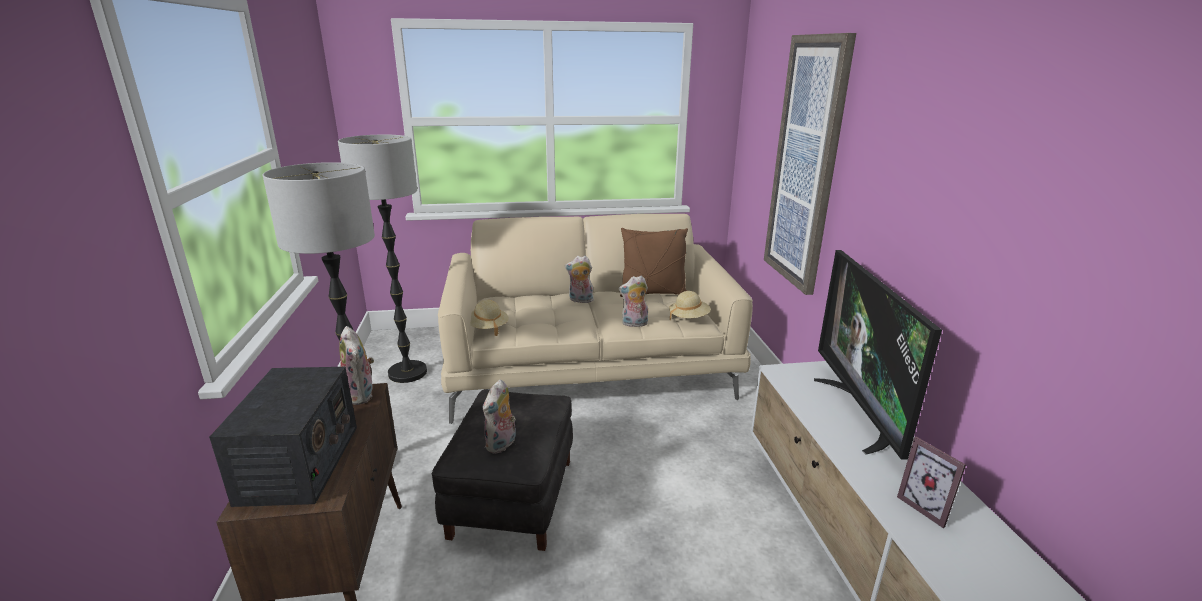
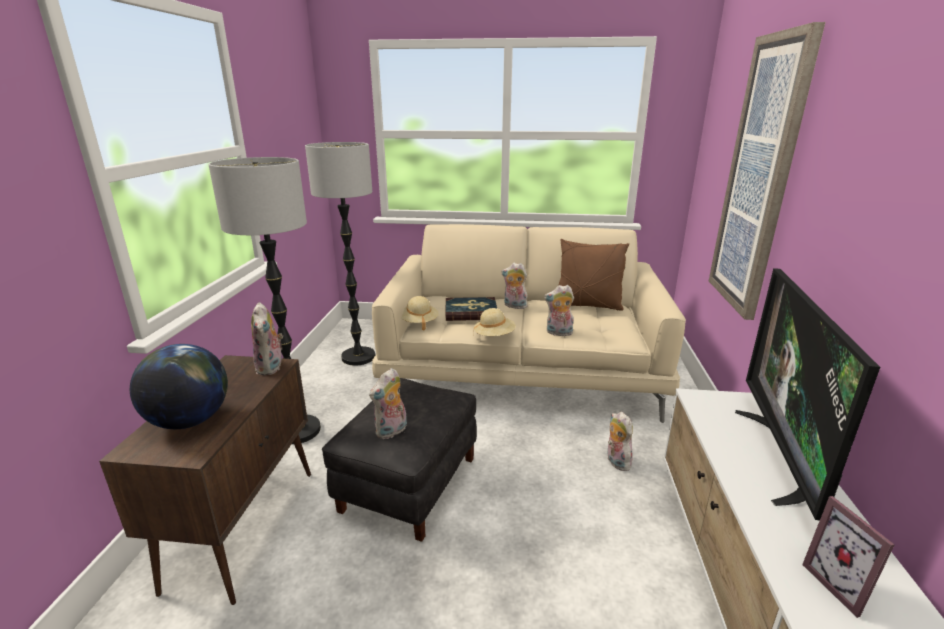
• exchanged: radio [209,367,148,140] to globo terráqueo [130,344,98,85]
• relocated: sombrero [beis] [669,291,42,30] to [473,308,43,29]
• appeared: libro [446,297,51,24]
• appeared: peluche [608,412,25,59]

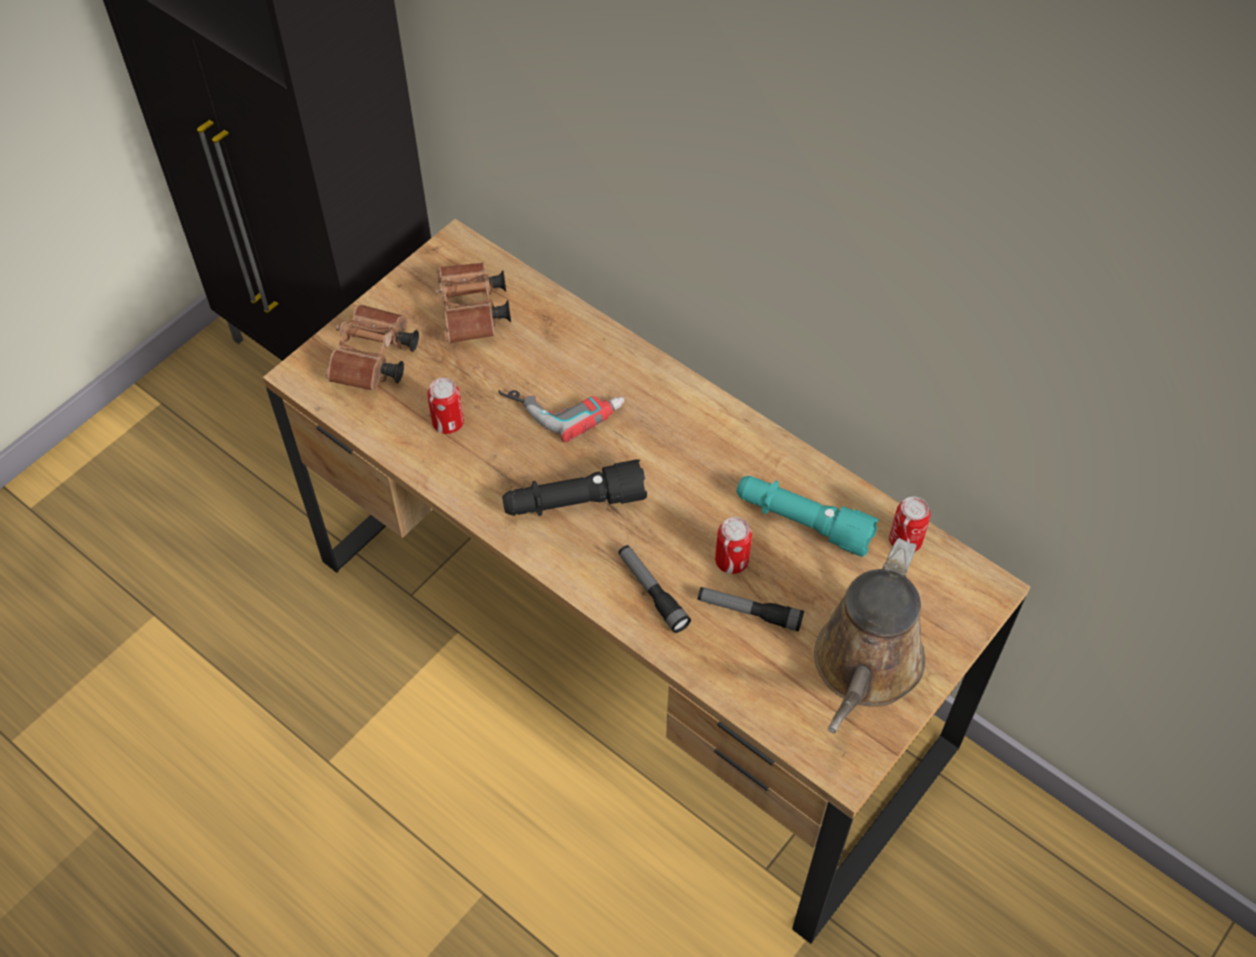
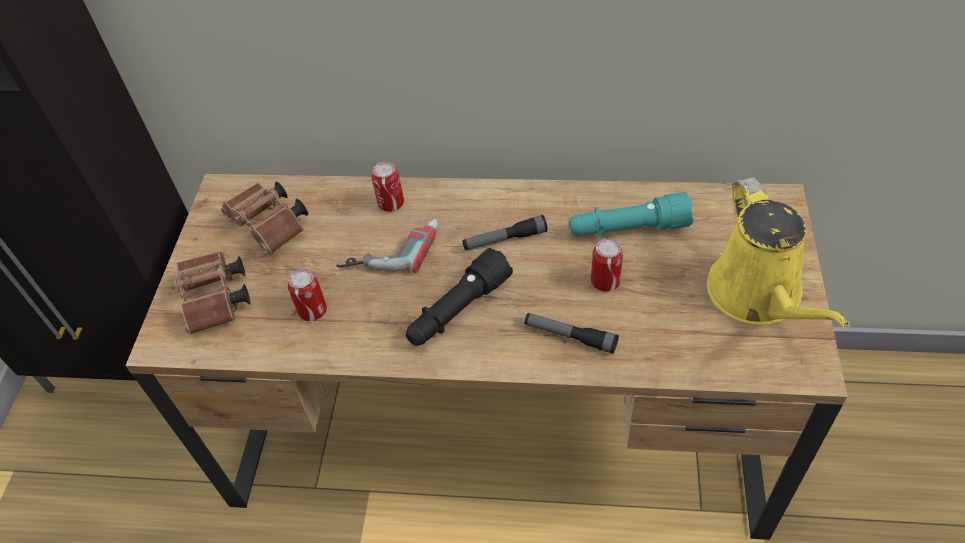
• relocated: linterna [698,587,106,45] to [462,215,86,35]
• colour: regadera [marrón] [814,538,111,195] to regadera [amarillo] [707,177,143,151]
• relocated: lata [889,496,42,56] to [372,162,32,50]

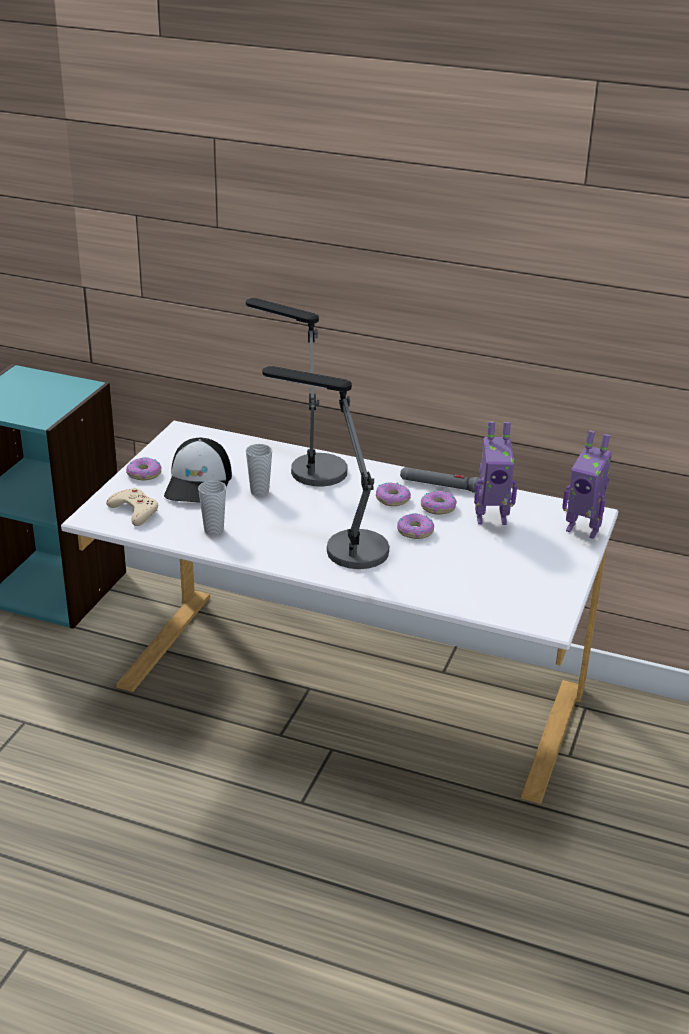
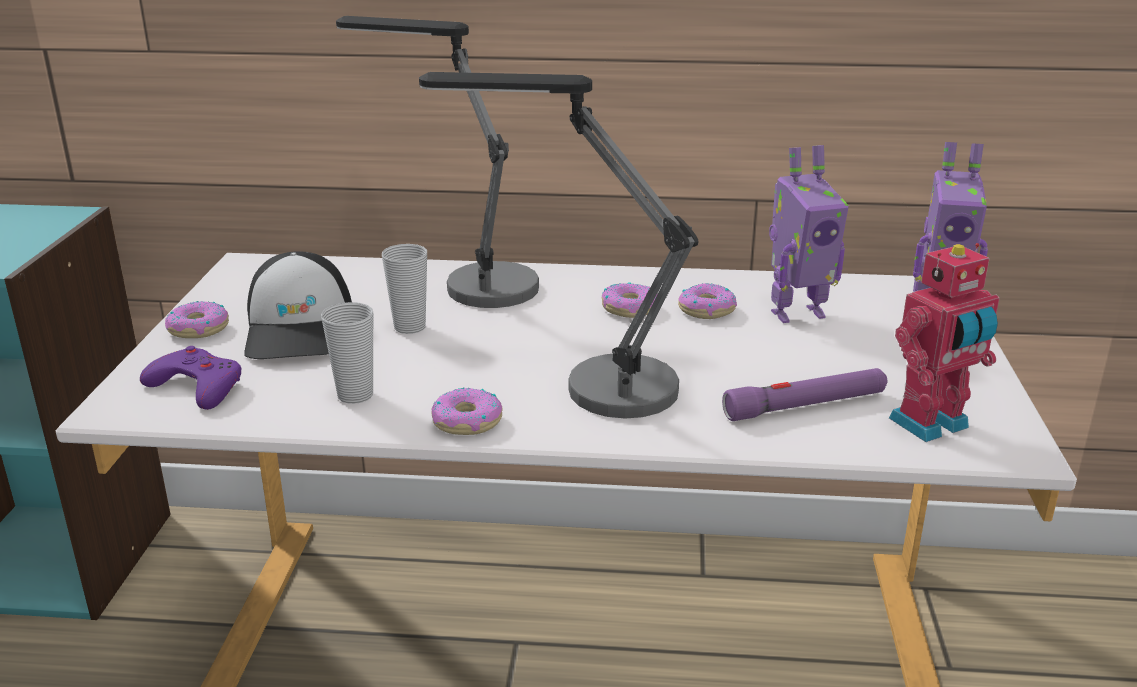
• colour: mando de consola [beis] [106,488,52,38] to mando de consola [morado] [140,346,102,64]
• relocated: rosquilla [397,513,37,26] to [431,388,72,47]
• missing: linterna [gris] [400,467,80,26]
• appeared: linterna [morado] [722,368,165,53]
• appeared: robot de juguete [889,243,110,199]

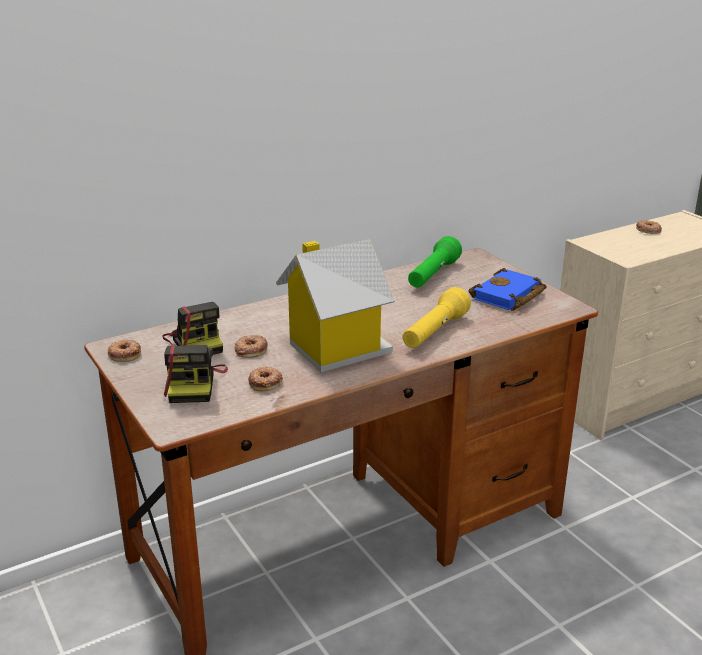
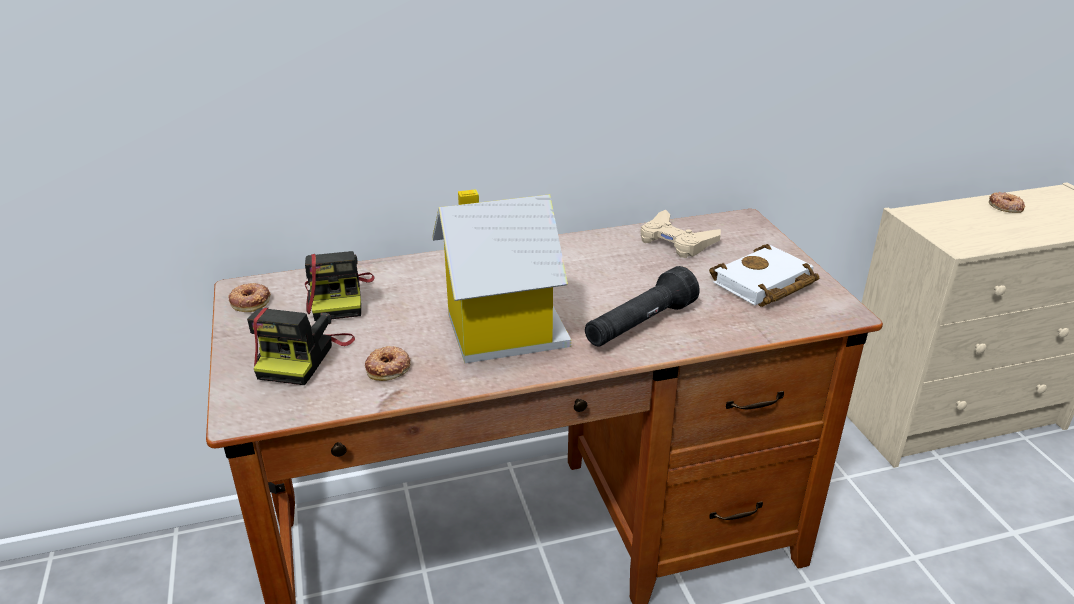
• missing: rosquilla [235,335,32,23]
• colour: linterna [amarillo] [402,287,69,61] to linterna [negro] [585,266,115,81]
• exchanged: linterna [verde] [408,236,54,52] to mando de consola [beis] [640,210,81,48]
• colour: libro [azul] [468,268,79,43] to libro [blanco] [709,244,110,63]

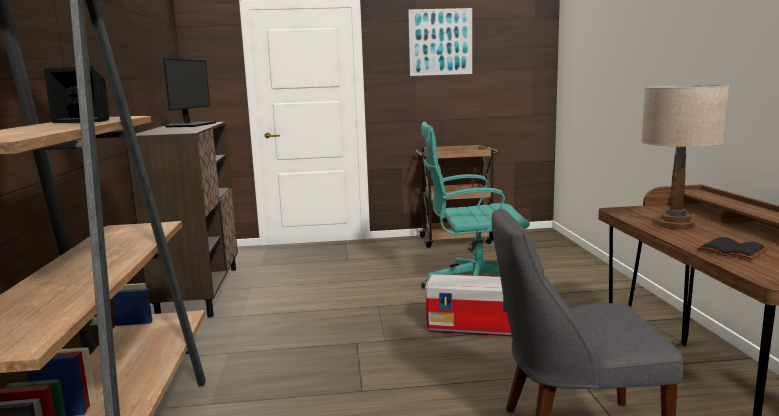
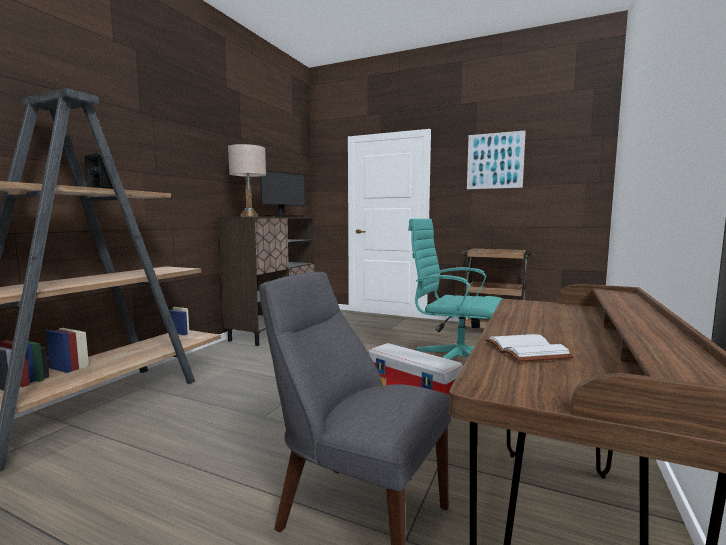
• relocated: lámpara de mesa [beis] [641,85,88,144] to [228,144,38,72]
• colour: libro [negro] [697,237,71,23] to libro [blanco] [485,334,89,28]

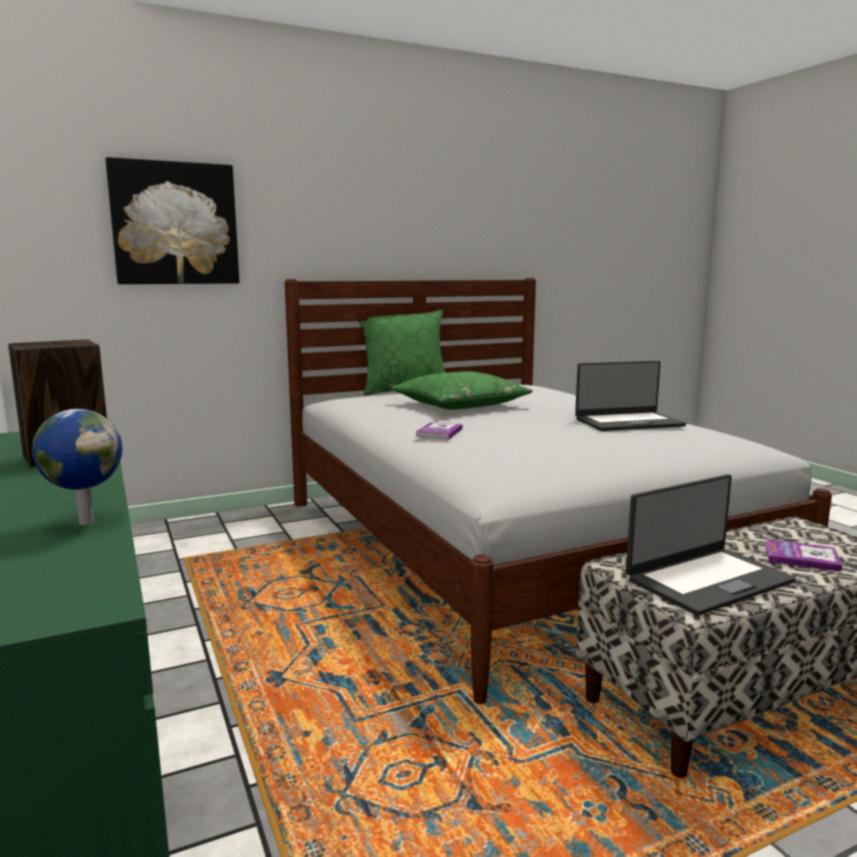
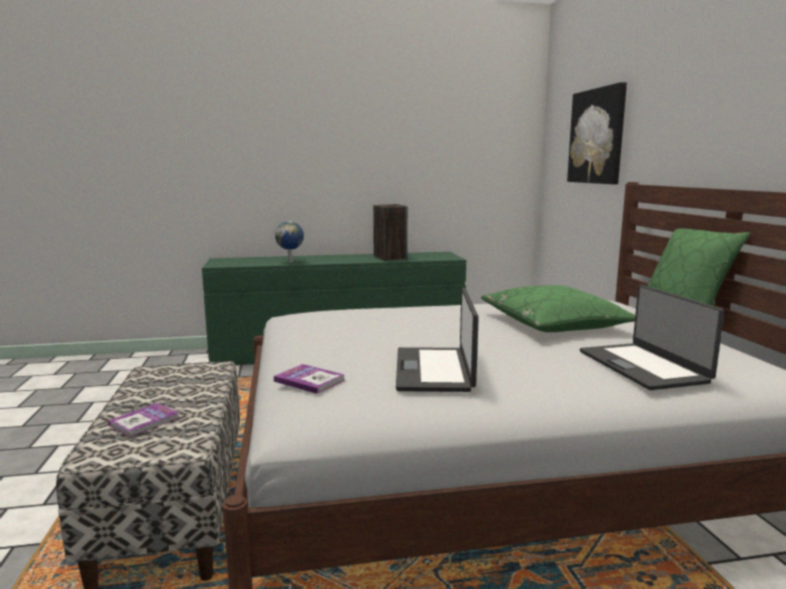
• relocated: libro [416,422,47,17] to [274,364,71,30]
• relocated: portátil [626,474,170,141] to [580,285,144,105]

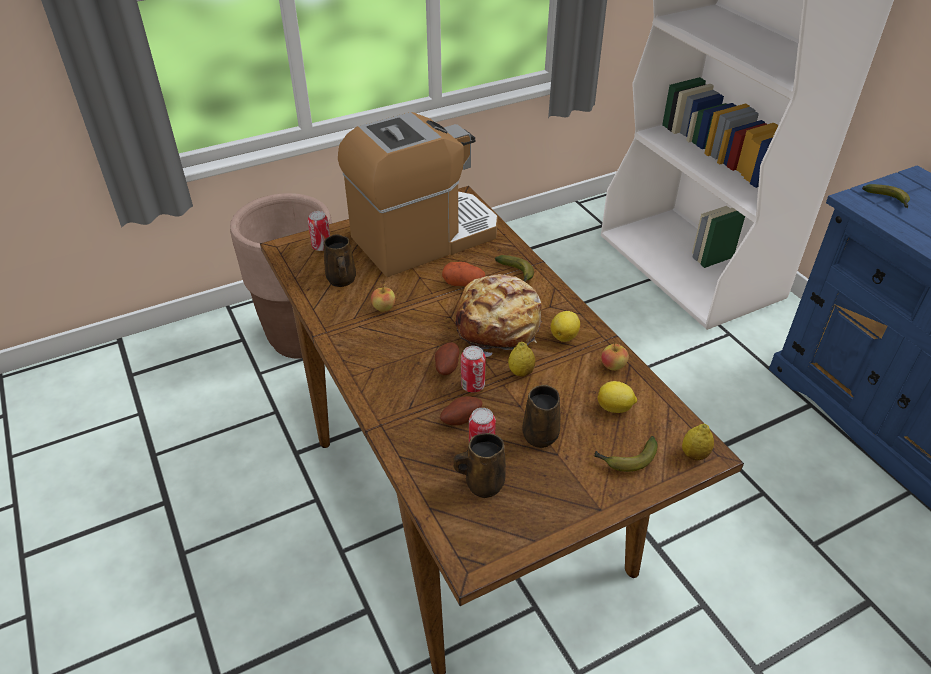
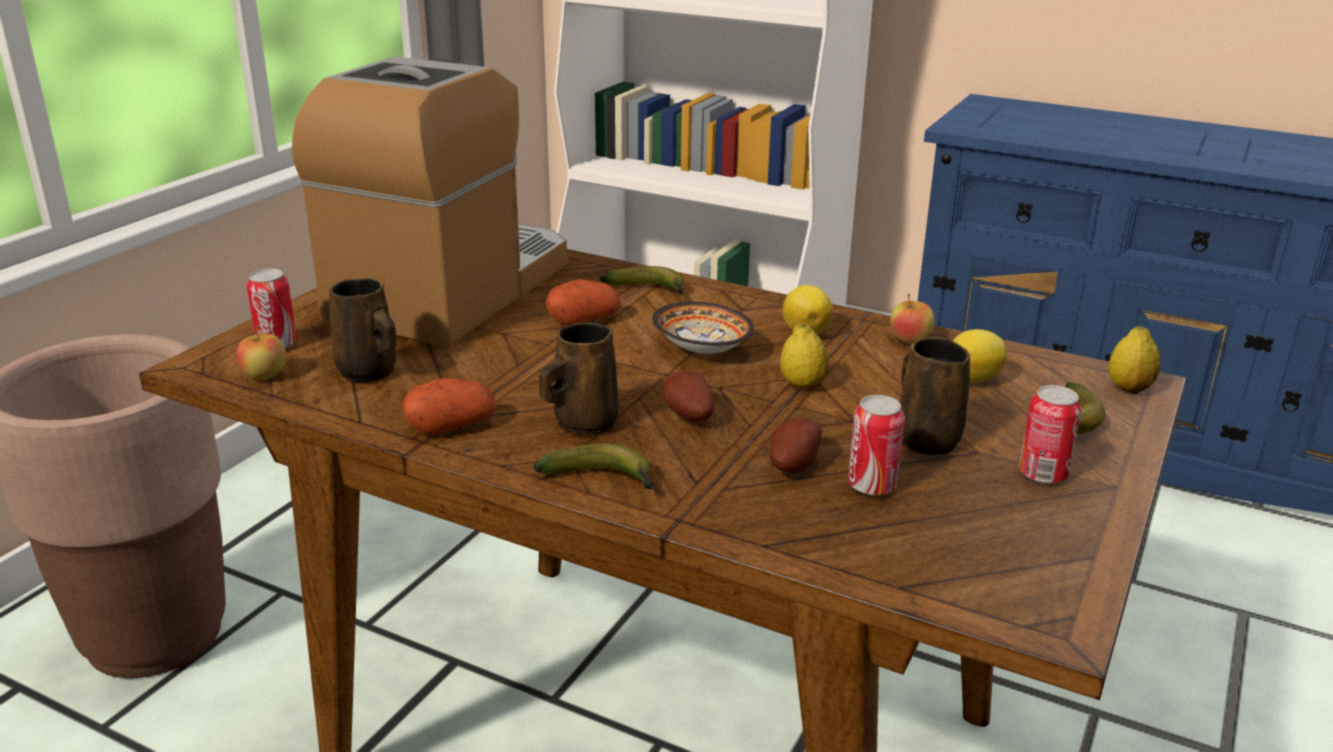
• relocated: manzana [371,285,24,27] to [236,324,50,56]
• relocated: taza grande [marrón] [454,433,52,65] to [539,323,80,113]
• exchanged: pan [455,274,87,83] to cuenco [652,301,102,53]
• relocated: lata [461,346,25,46] to [1019,385,63,99]
• relocated: plátano [862,184,48,25] to [533,443,121,47]
• appeared: patata [402,378,93,57]

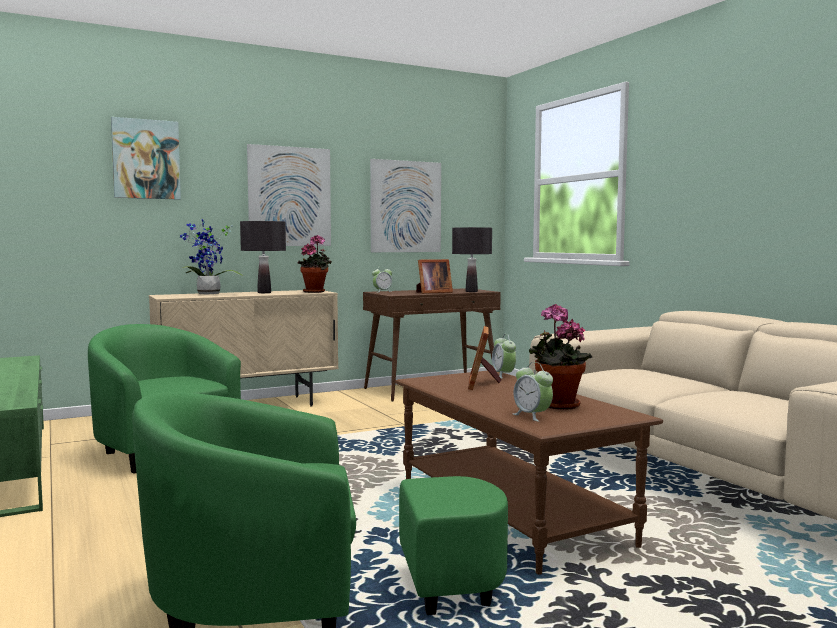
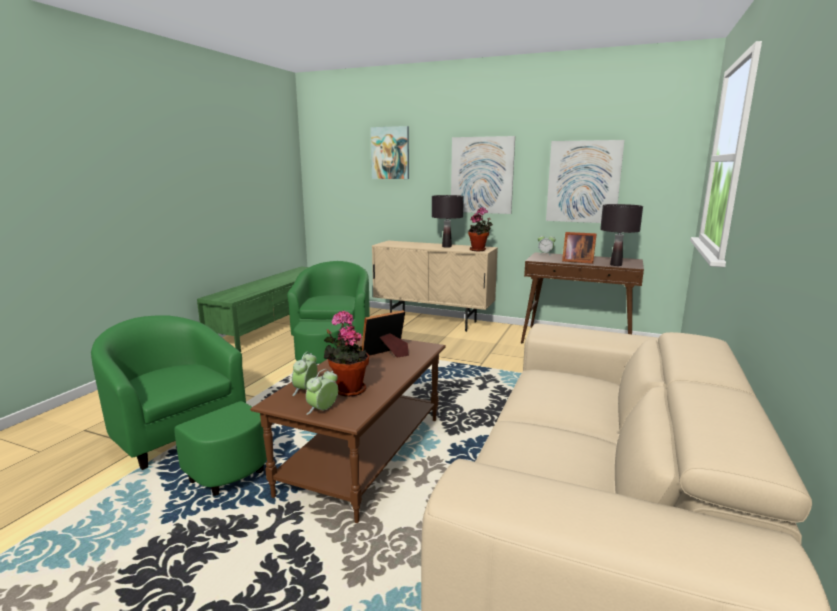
• missing: planta en maceta [180,219,63,75]
• relocated: despertador [492,334,24,45] to [306,369,32,46]

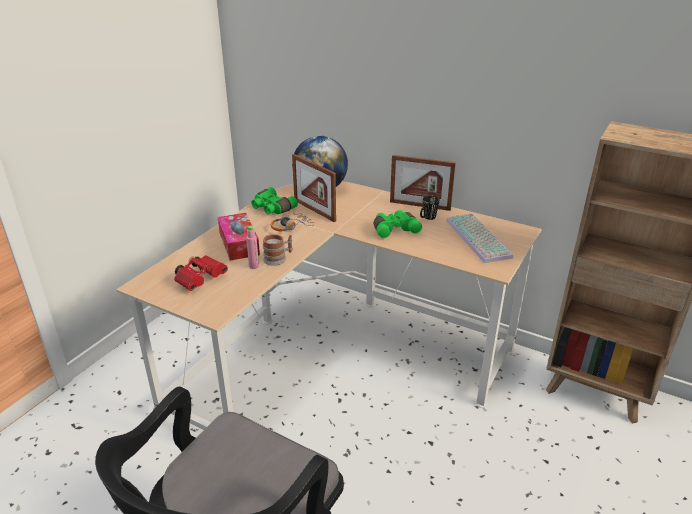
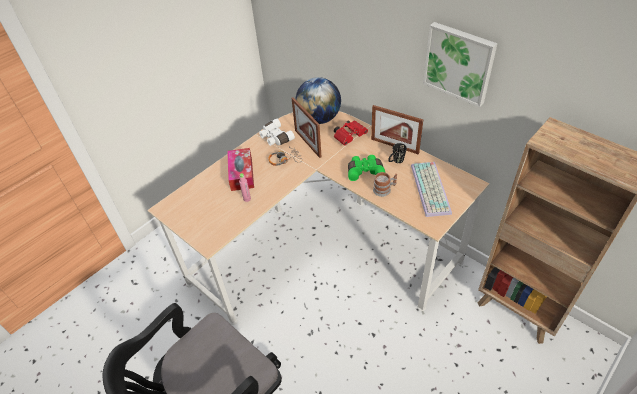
• relocated: prismáticos [rojo] [174,255,54,36] to [334,120,34,26]
• colour: prismáticos [verde] [251,187,47,28] to prismáticos [blanco] [259,119,36,27]
• relocated: taza grande [263,234,30,32] to [373,172,24,25]
• appeared: cuadro [423,22,75,85]

